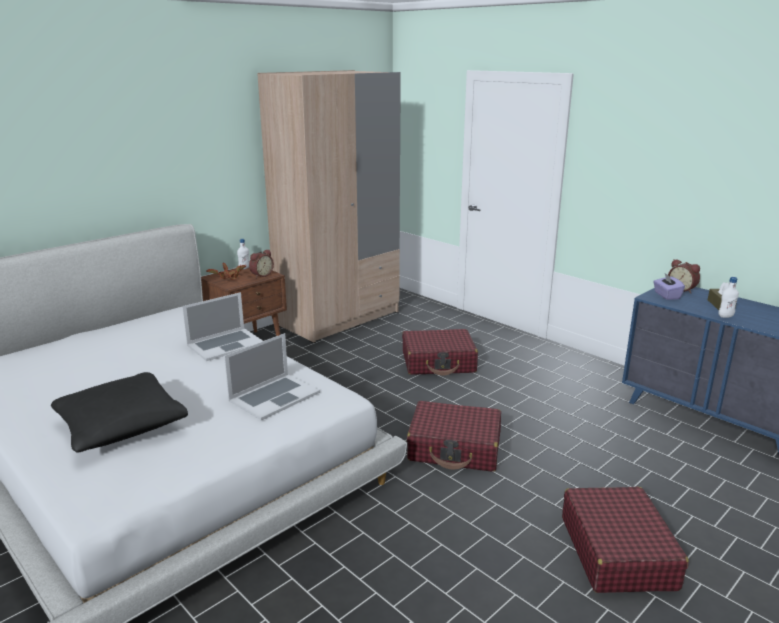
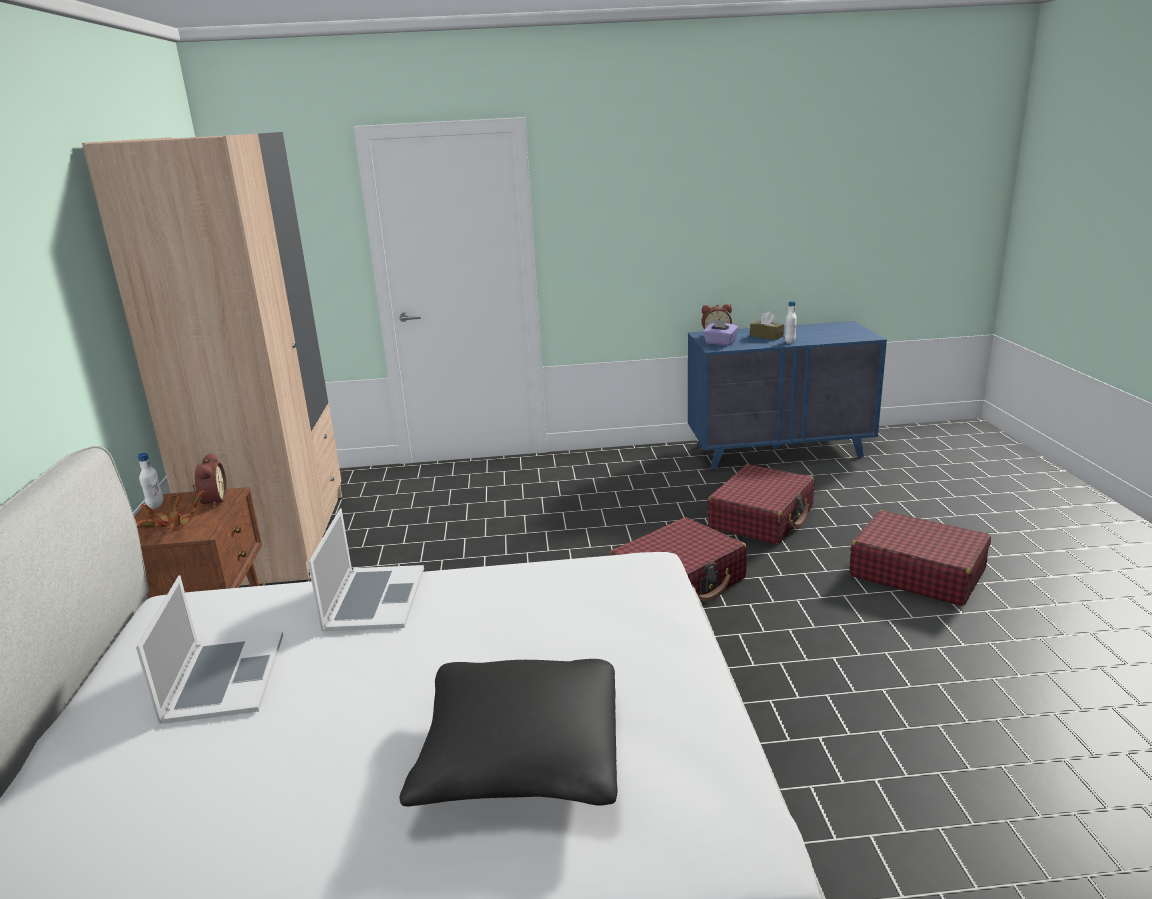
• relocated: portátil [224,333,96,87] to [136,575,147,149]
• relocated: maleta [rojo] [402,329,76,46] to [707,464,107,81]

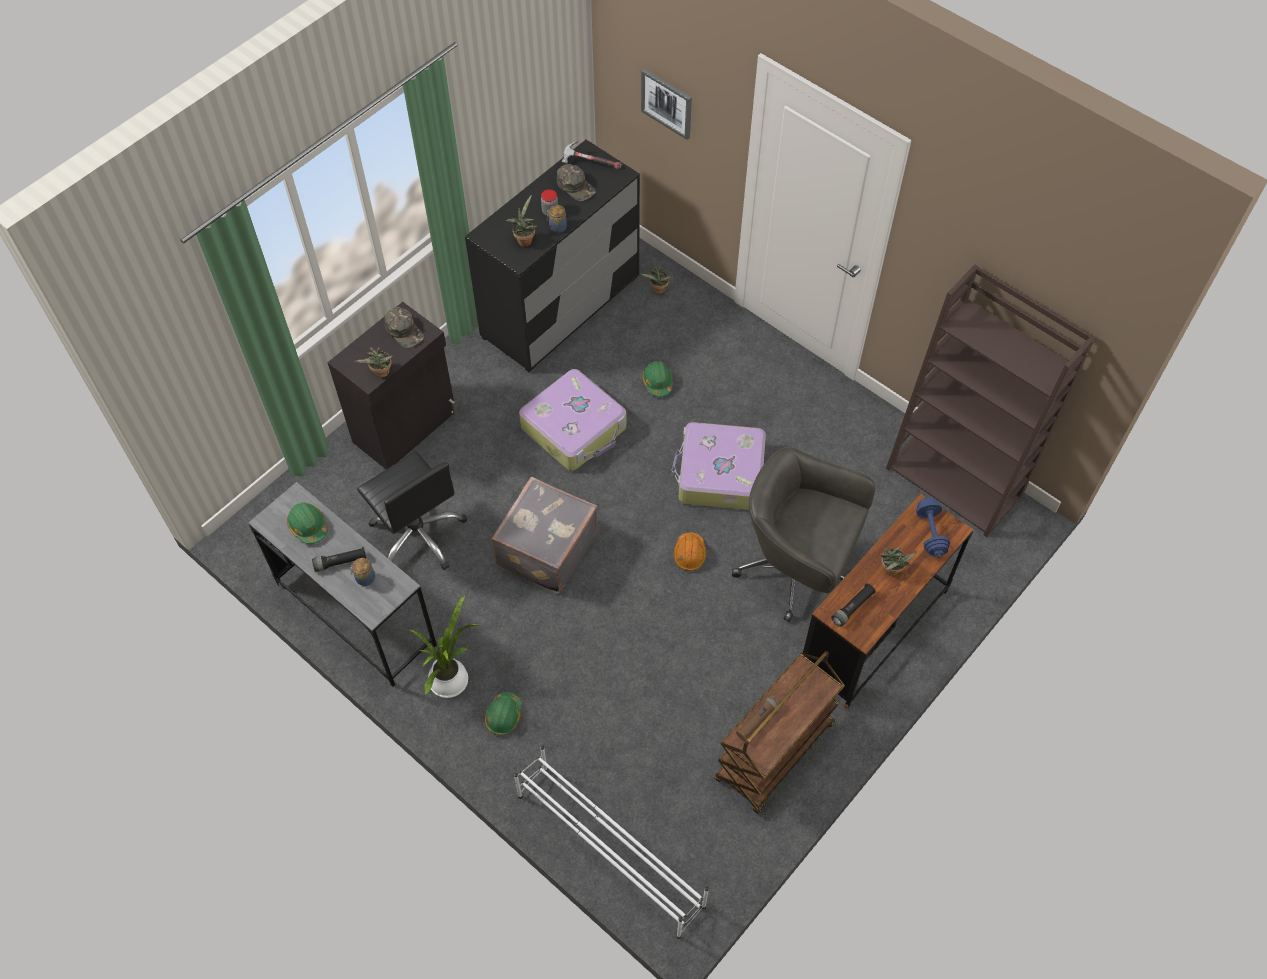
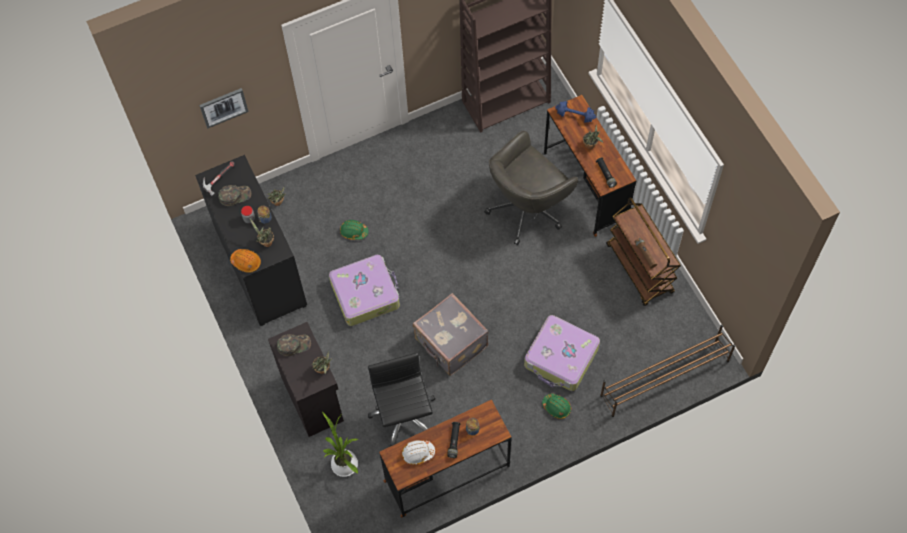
• colour: escritorio [gris] [248,482,189,205] to escritorio [marrón] [379,400,133,118]
• colour: casco [verde] [287,503,41,41] to casco [blanco] [402,440,33,25]
• spun: silla de oficina [negro] [357,451,110,119] = [368,353,68,94] 90 degrees counterclockwise
• relocated: planta en maceta [407,594,73,104] to [322,412,36,65]
• colour: zapatero [blanco] [514,745,195,194] to zapatero [marrón] [600,325,136,92]
• relocated: maleta [671,422,95,88] to [524,315,76,76]
• relocated: casco [naranja] [674,533,32,38] to [230,249,31,24]

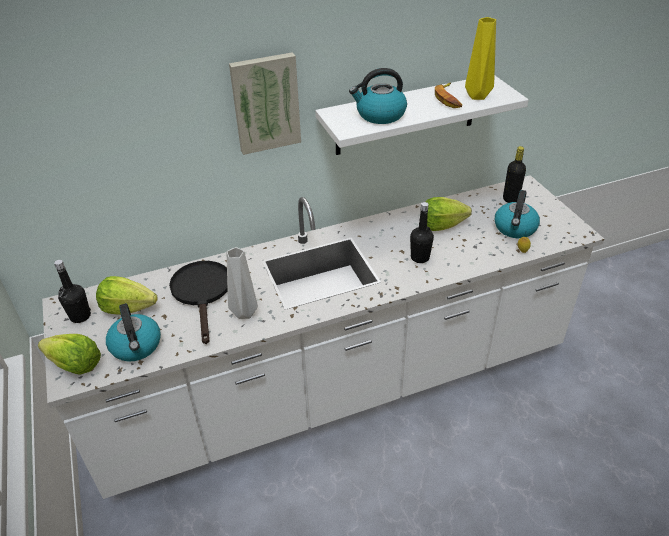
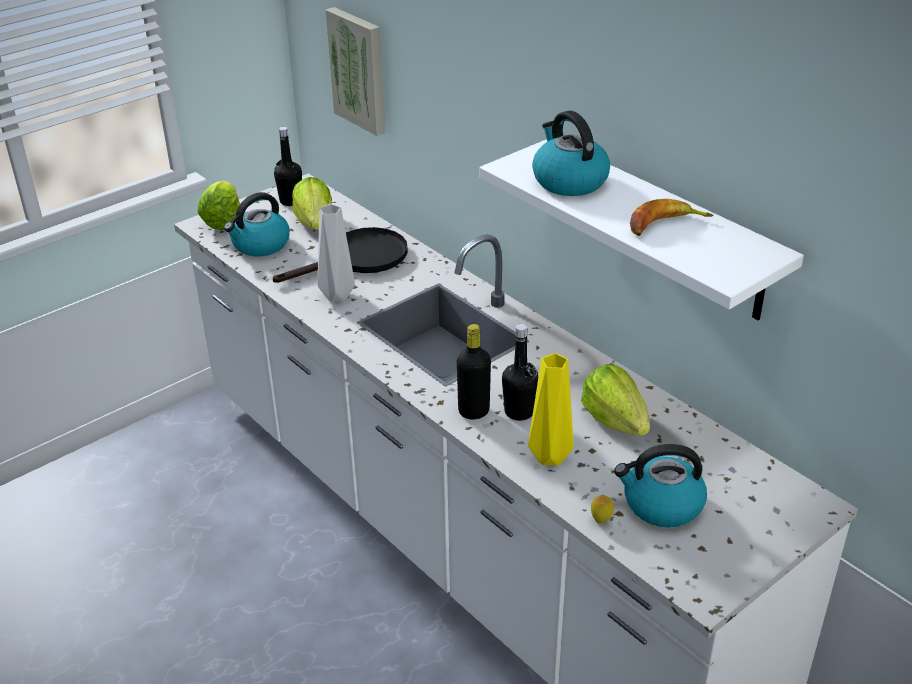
• relocated: cuadro [229,52,72,103] to [325,7,60,129]
• relocated: florero [amarillo] [465,17,31,83] to [528,353,46,112]
• relocated: botella [negro] [503,146,23,57] to [457,324,34,95]

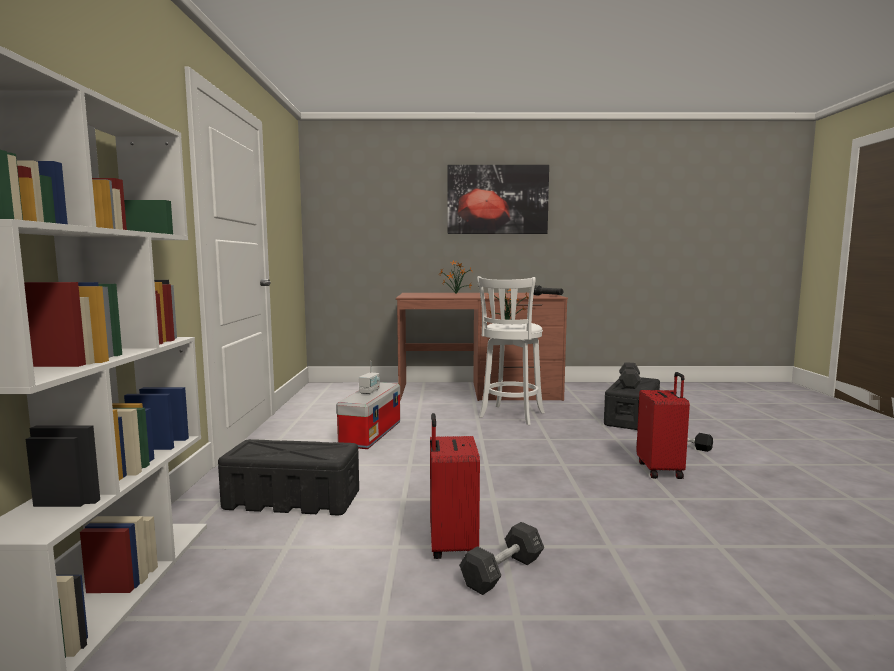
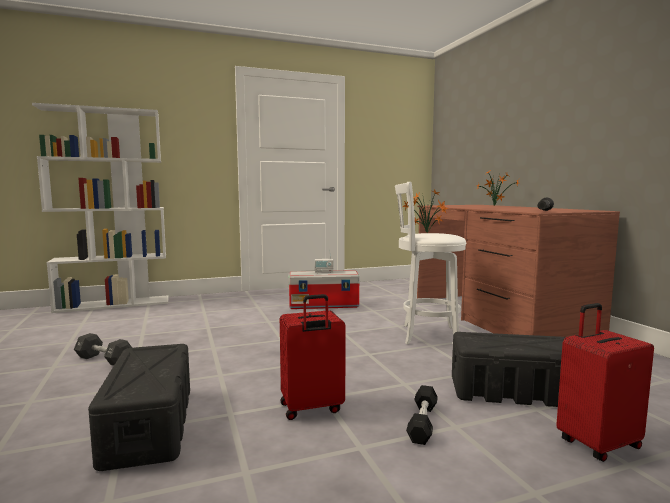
• relocated: caja de almacenaje [negro] [218,439,141,76] to [88,344,102,127]
• relocated: maleta [rojo] [430,413,50,146] to [556,303,98,159]
• missing: cuadro [448,165,101,69]
• missing: mancuerna [negro] [619,362,22,27]

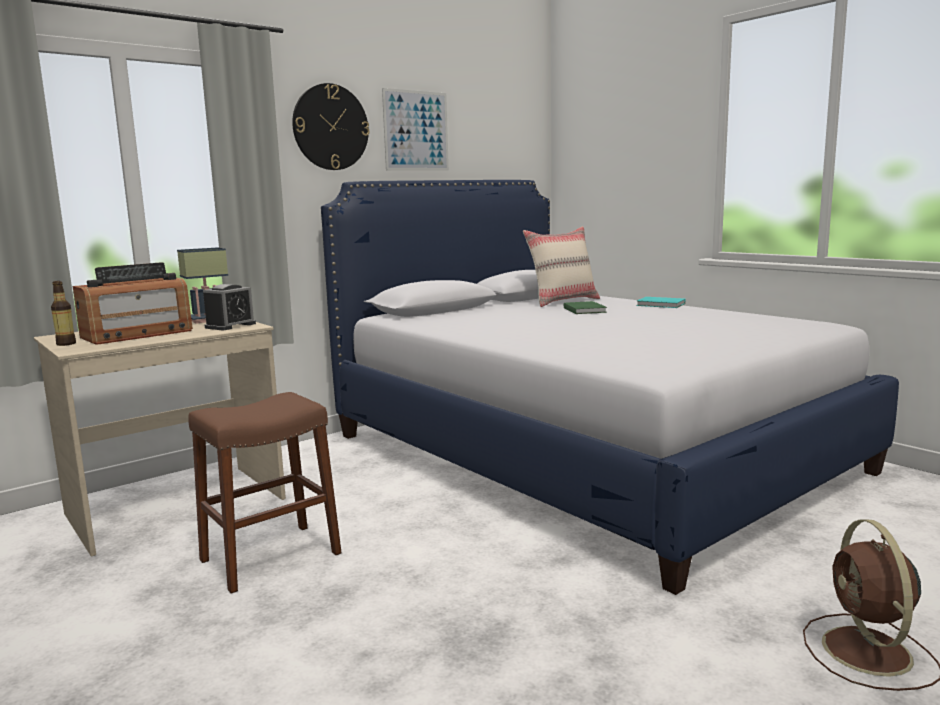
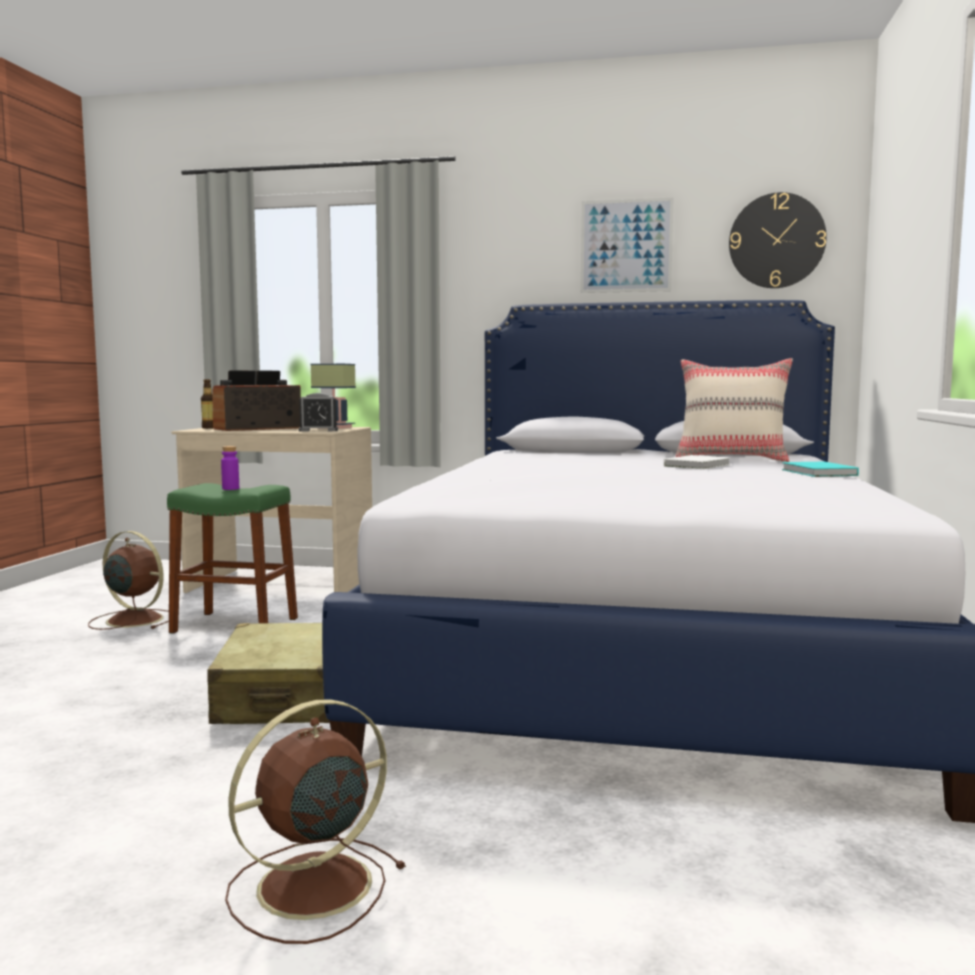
• spun: radio [73,262,120,83] = [212,370,89,61] 135 degrees clockwise
• colour: taburete [marrón] [188,392,154,202] to taburete [verde] [167,483,131,151]
• relocated: reloj de pared [292,83,78,87] to [729,192,98,96]
• colour: libro [verde] [564,301,43,13] to libro [blanco] [664,455,66,14]
• appeared: ventilador [marrón] [88,531,81,99]
• appeared: maleta [beis] [207,623,123,101]
• appeared: botella [morado] [221,446,18,44]

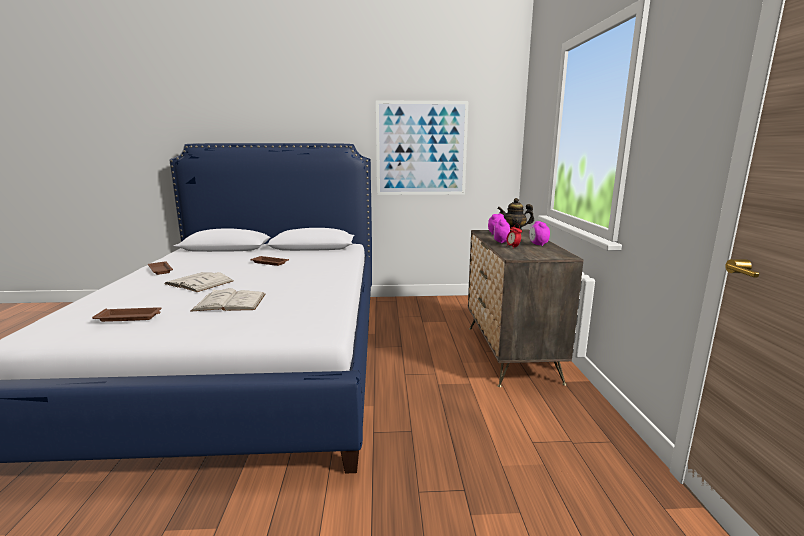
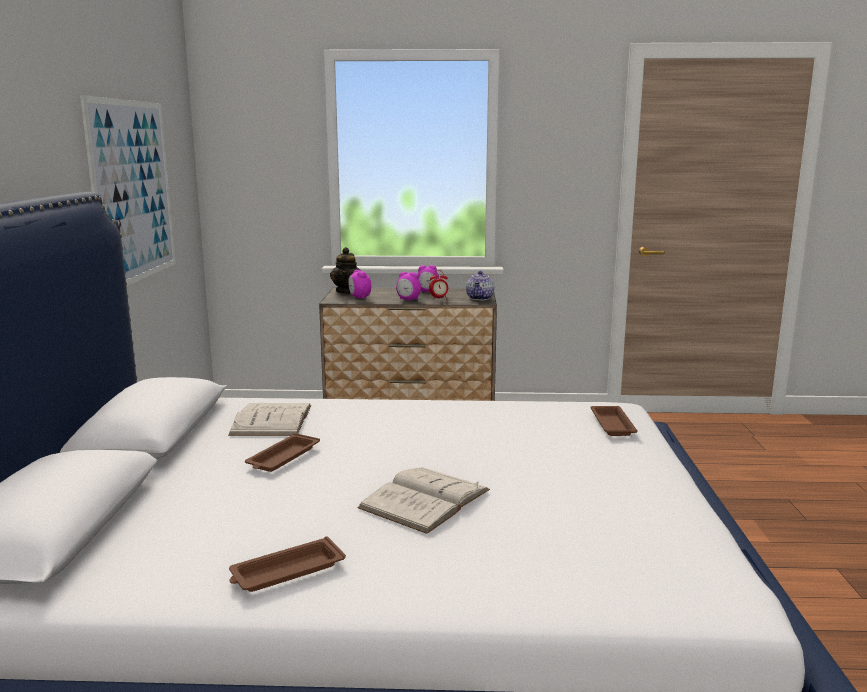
• relocated: bandeja [marrón] [92,307,70,15] to [590,406,48,30]
• relocated: libro [blanco] [190,288,75,24] to [228,403,83,33]
• appeared: tetera [466,271,28,30]

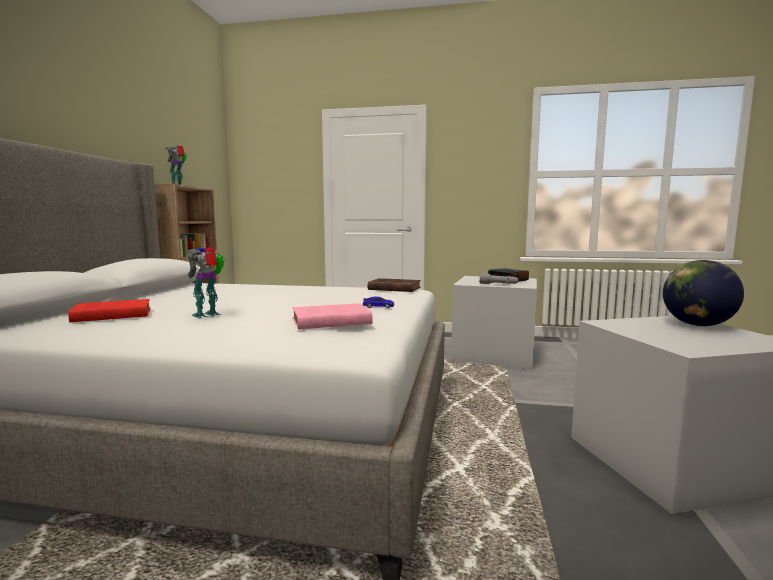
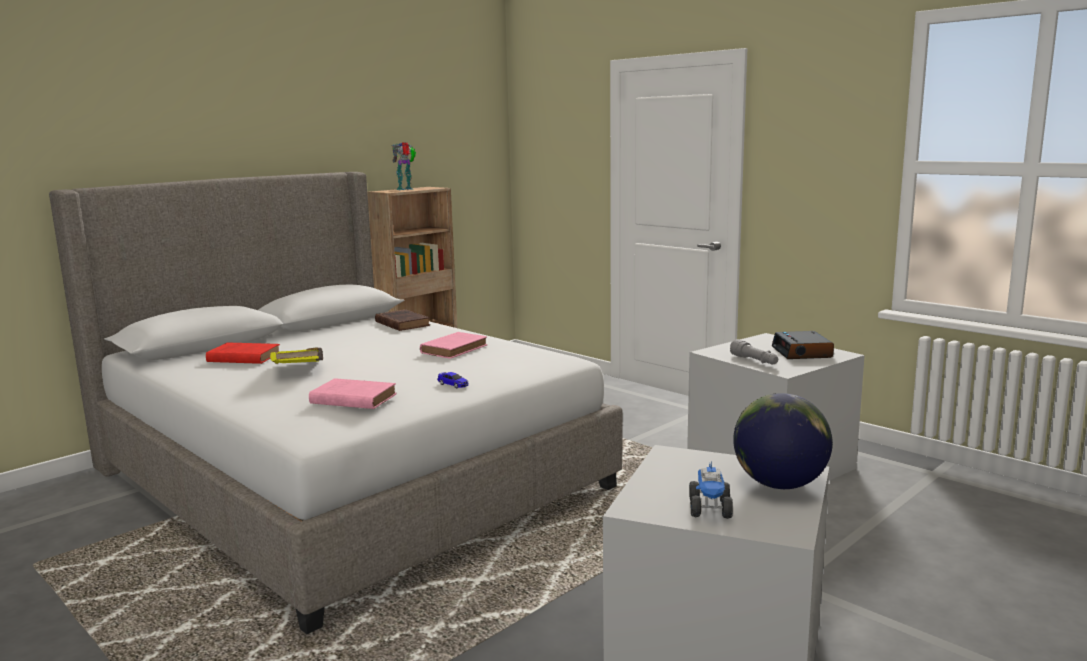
• exchanged: robot de juguete [185,247,40,72] to libro [amarillo] [270,347,53,17]
• relocated: libro [marrón] [368,278,53,14] to [375,309,55,22]
• appeared: libro [rosa] [420,332,67,27]
• appeared: camión de juguete [689,461,44,58]

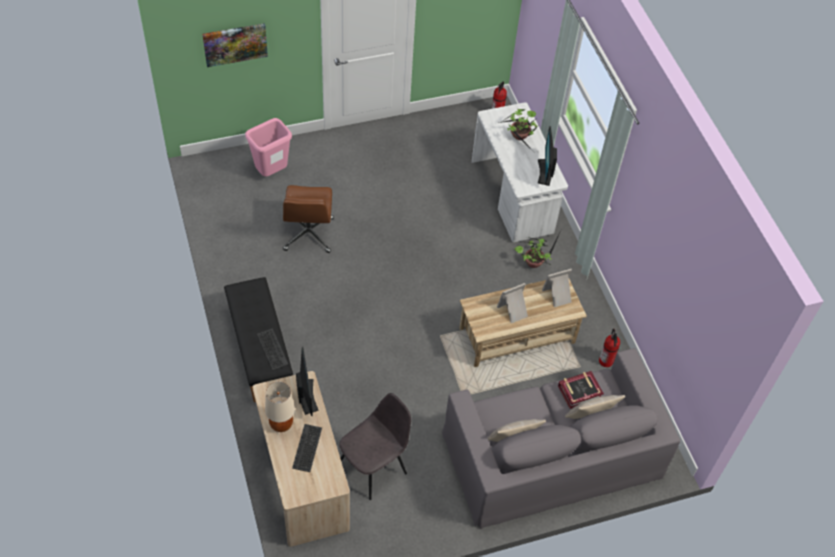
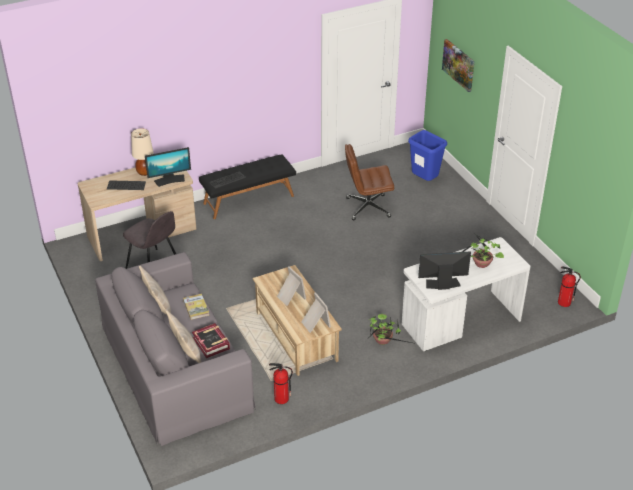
• colour: papelera [rosa] [245,118,47,58] to papelera [azul] [408,130,39,51]
• appeared: libro [183,294,26,26]

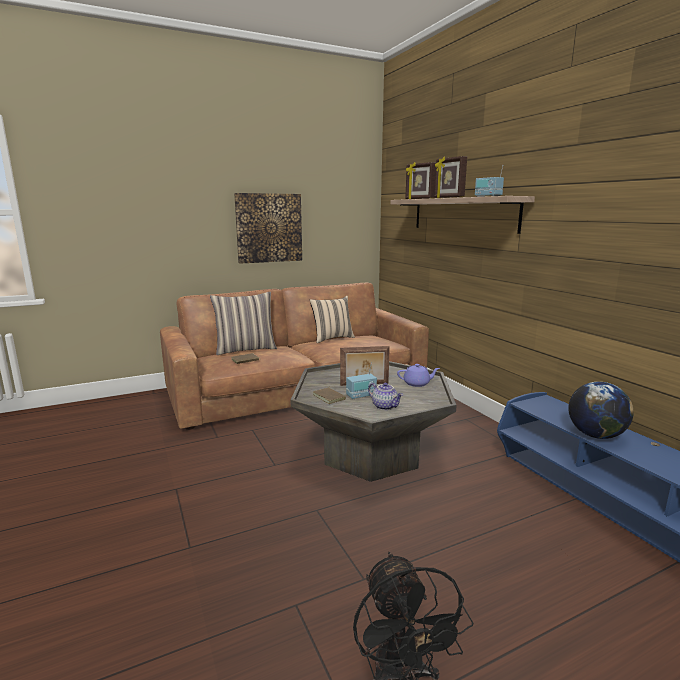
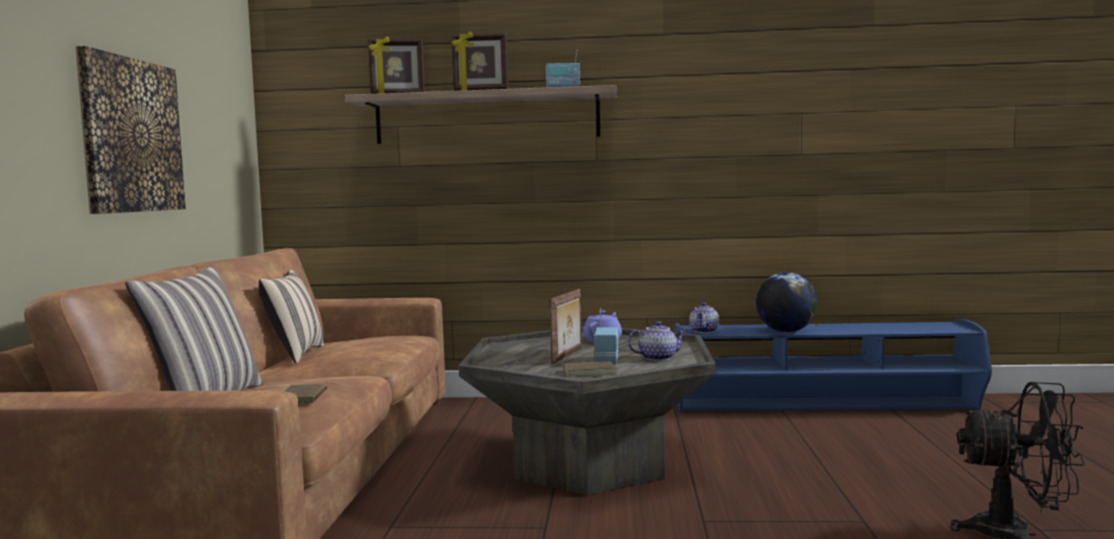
• appeared: tetera [689,302,30,31]

